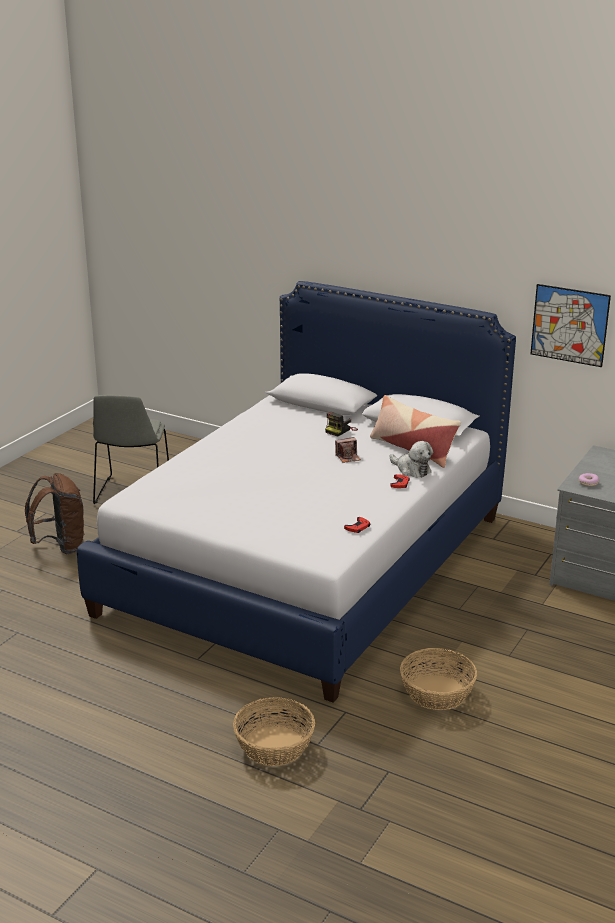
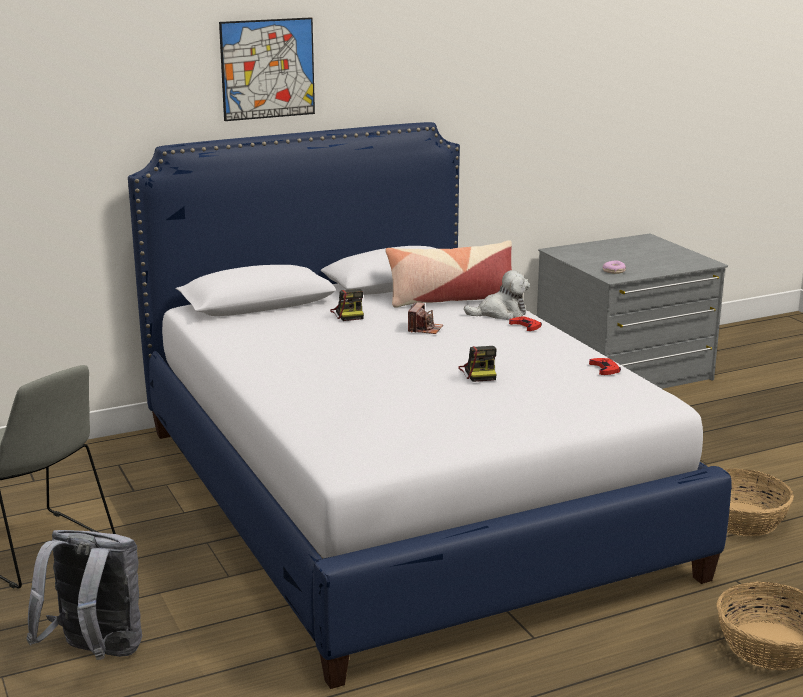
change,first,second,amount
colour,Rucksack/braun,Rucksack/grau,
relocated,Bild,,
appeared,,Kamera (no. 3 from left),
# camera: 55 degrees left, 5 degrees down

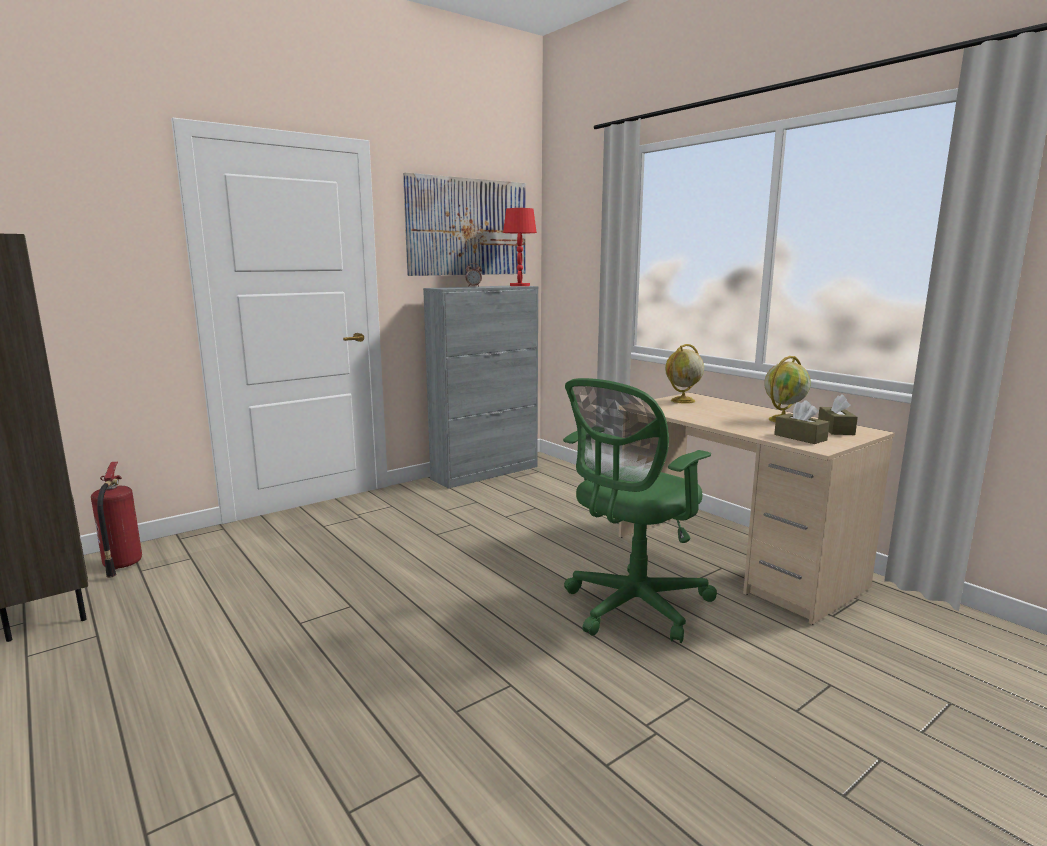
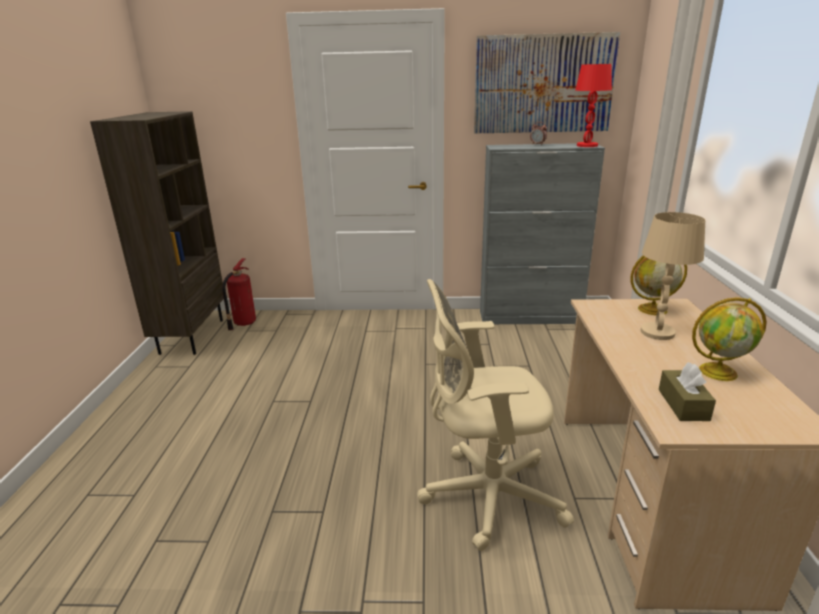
change,first,second,amount
colour,Bürostuhl/grün,Bürostuhl/beige,
appeared,,Tischlampe/beige,
missing,Taschentuchbox/braun (no. 2 from left),,
# camera: 40 degrees right, 10 degrees up

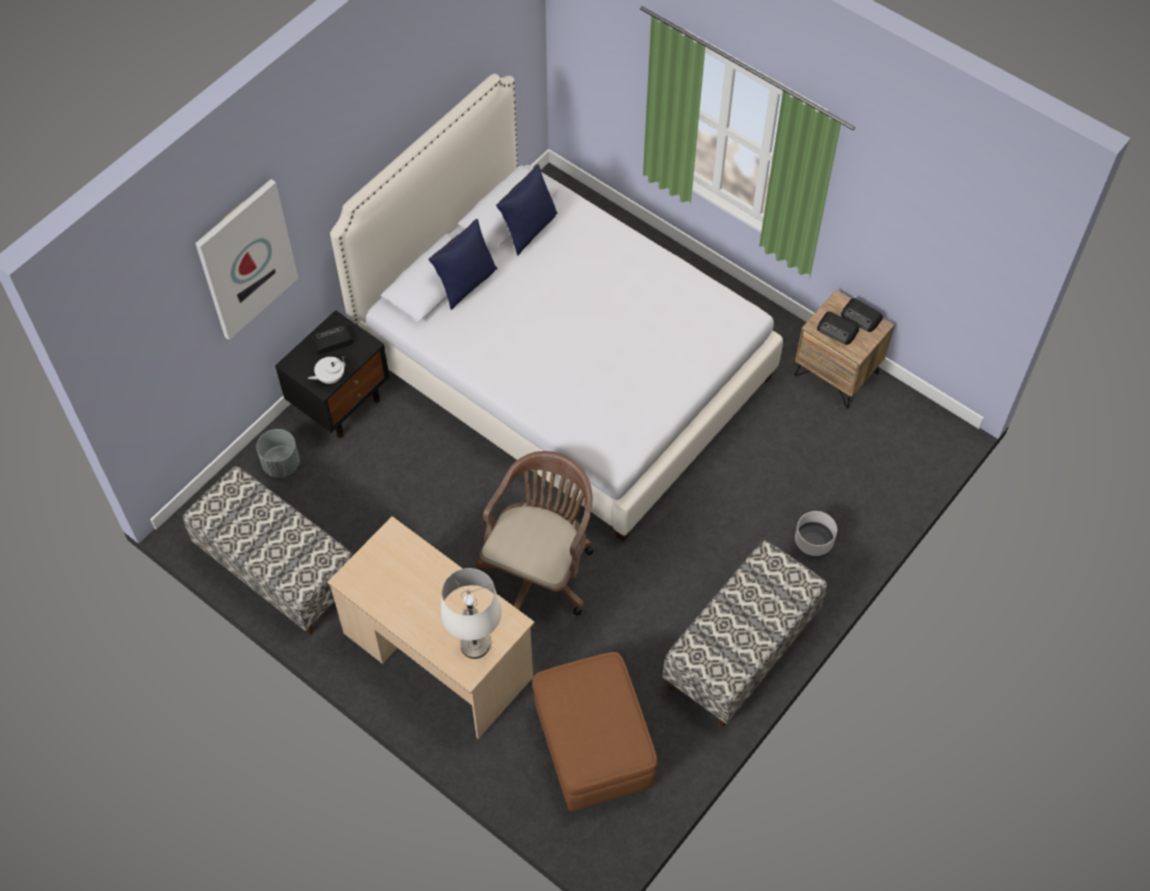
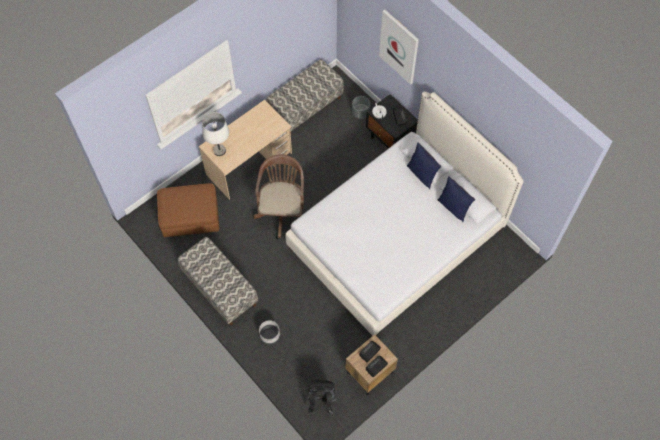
change,first,second,amount
spun,Bürostuhl/braun,,120 degrees counterclockwise
appeared,,Rucksack/schwarz,
# camera: 100 degrees right, 5 degrees up

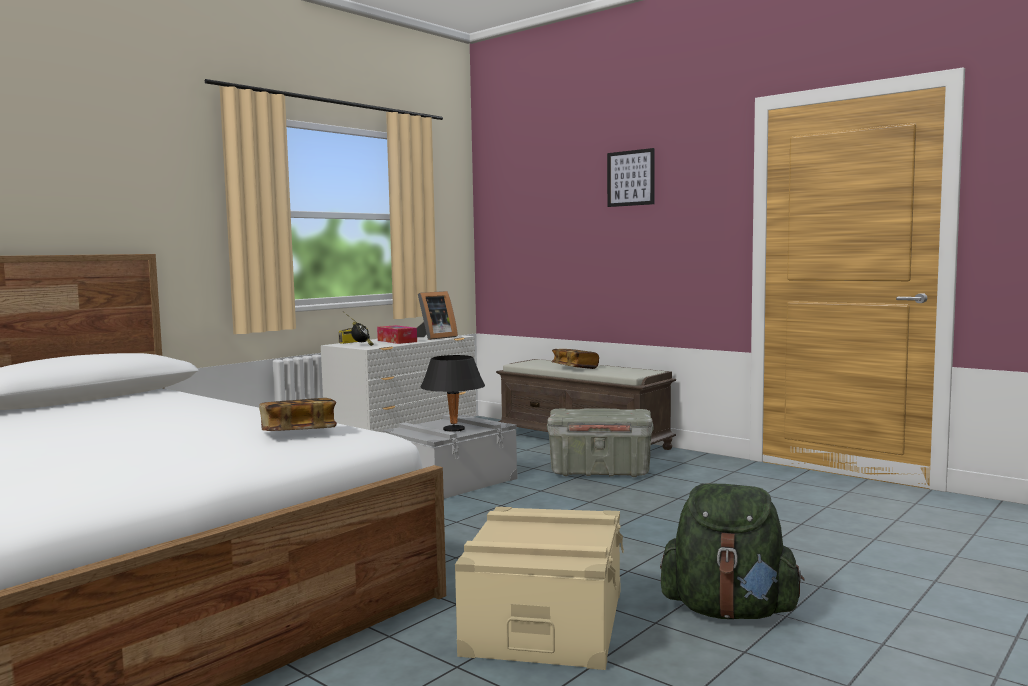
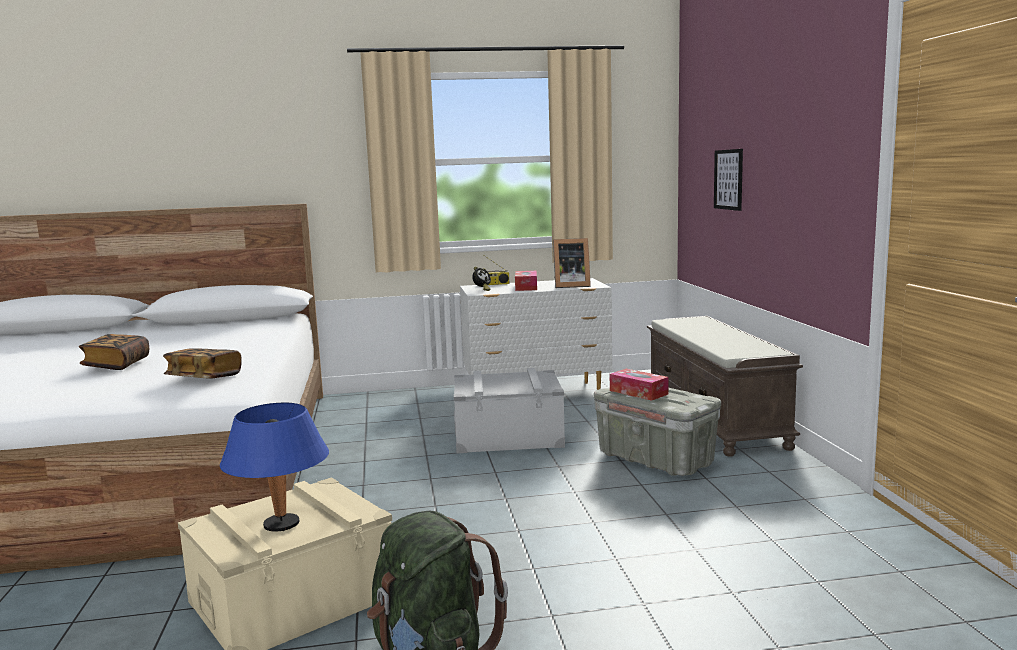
change,first,second,amount
relocated,Buch (no. 2 from left in the first image),Buch (no. 1 from left),
appeared,,Tischlampe/blau,
appeared,,Taschentuchbox (no. 2 from left),
relocated,Bild,,
missing,Tischlampe/schwarz,,
# camera: 40 degrees right, 5 degrees up

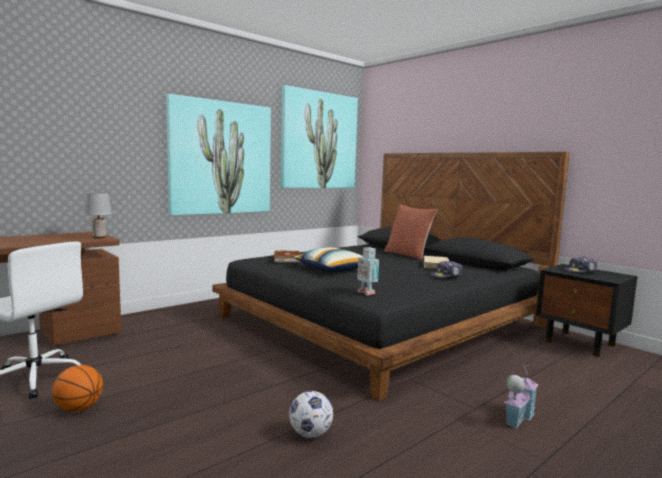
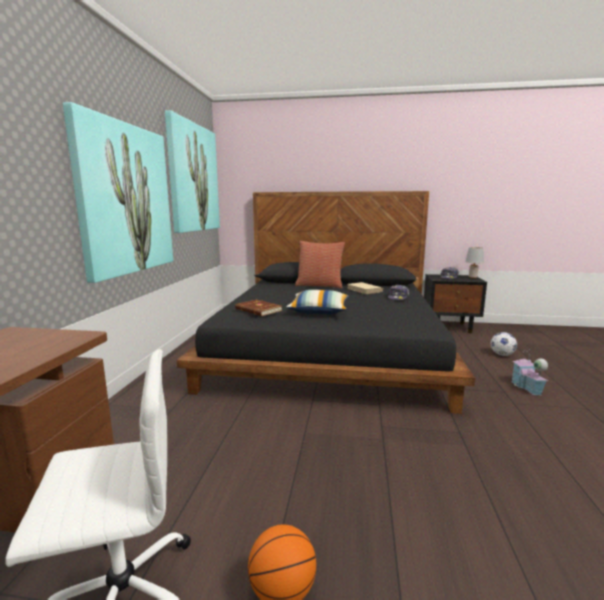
change,first,second,amount
relocated,Tischlampe/grau,,
relocated,Fußball,,
missing,Spielzeugroboter,,
# camera: 40 degrees left, 5 degrees up

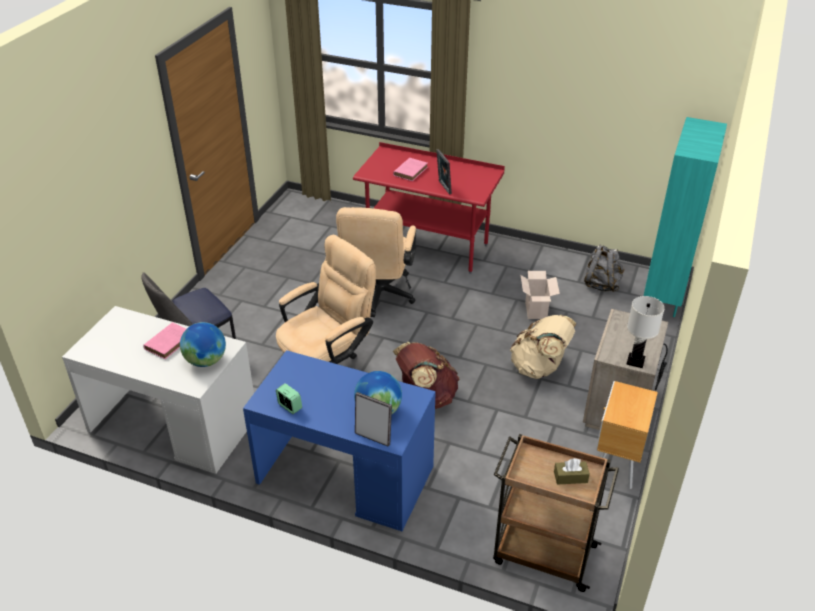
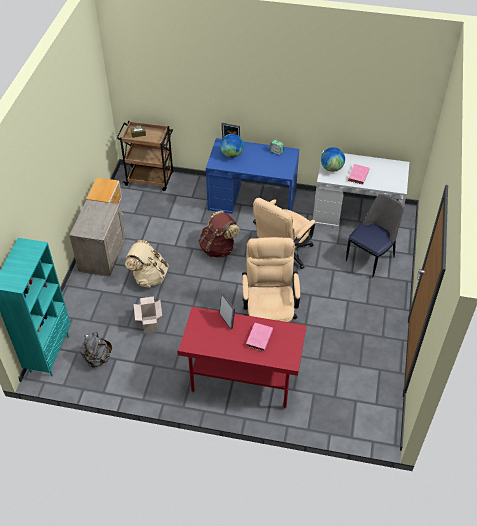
change,first,second,amount
missing,Tischlampe/weiß,,
# camera: 170 degrees right, 10 degrees up

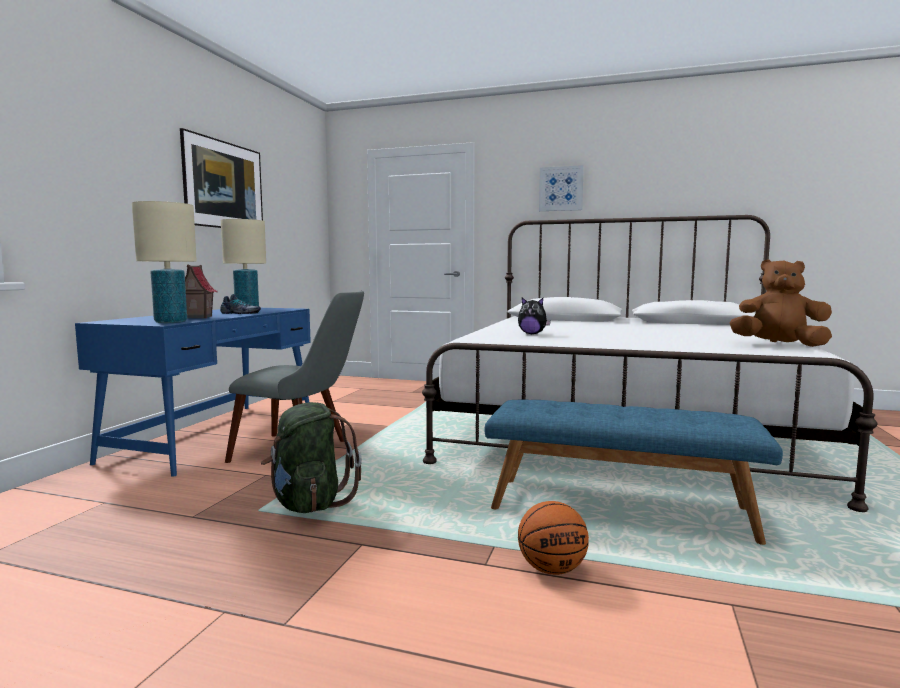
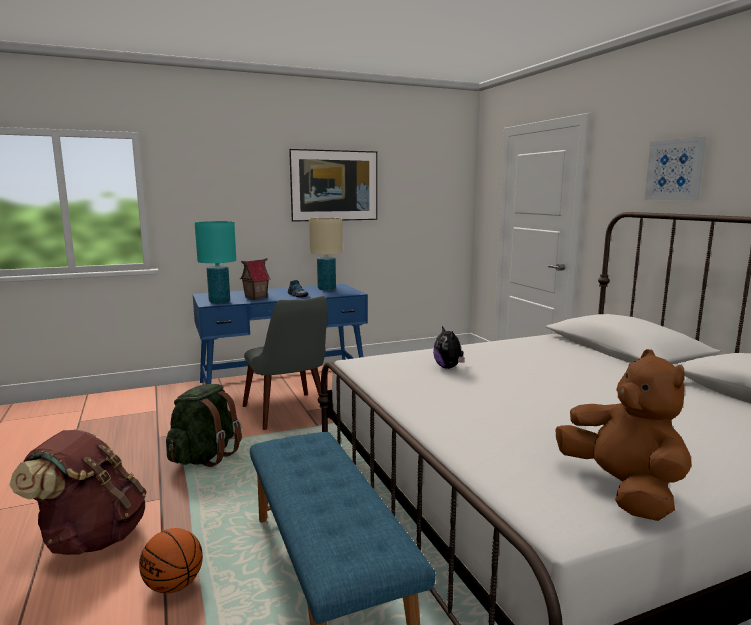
change,first,second,amount
appeared,,Rucksack/braun,
colour,Tischlampe/beige (no. 1 from left),Tischlampe/türkis,
# camera: 50 degrees right, 5 degrees up

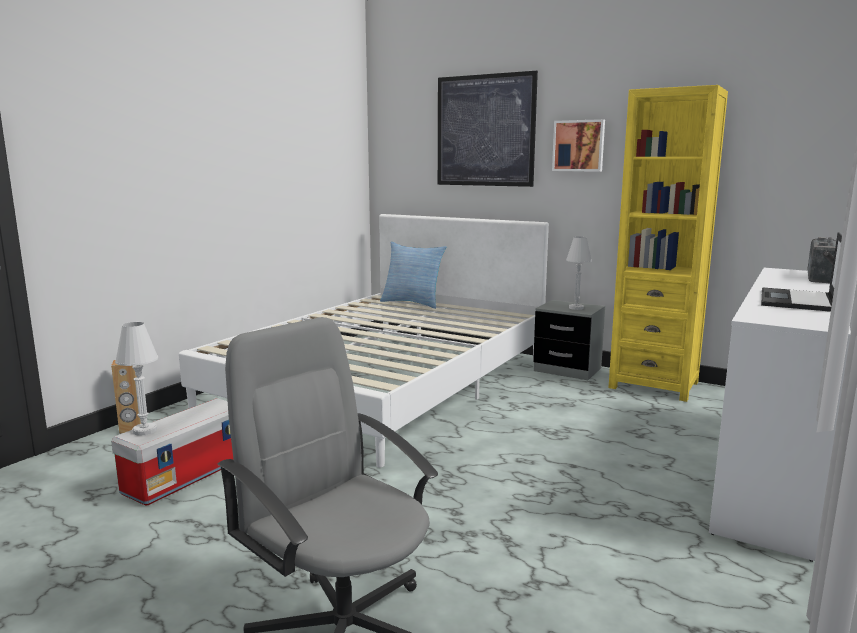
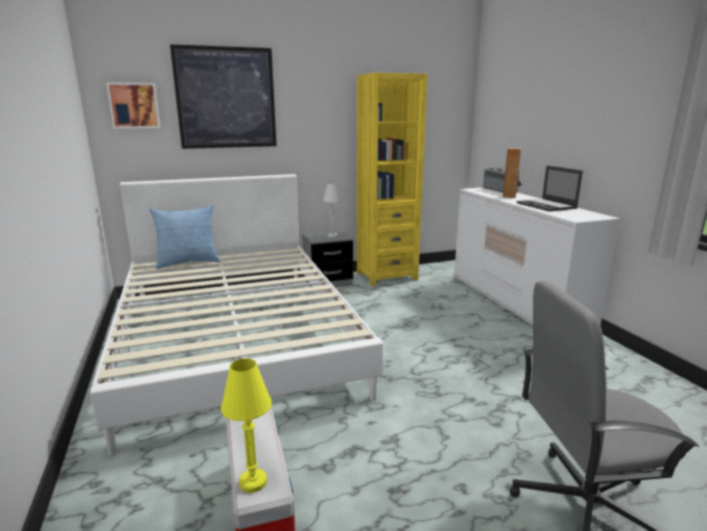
change,first,second,amount
relocated,Bild (no. 2 from left in the first image),Bild (no. 1 from left),
colour,Tischlampe/weiß (no. 1 from left),Tischlampe/gelb,
relocated,Lautsprecher/braun,,
# camera: 50 degrees left, 5 degrees up

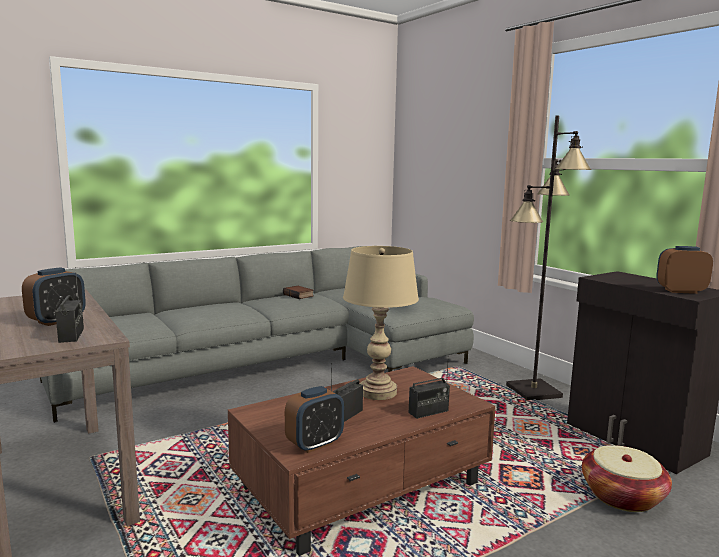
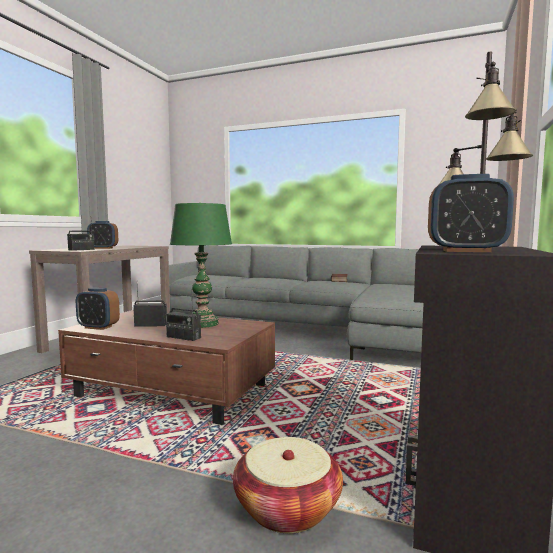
change,first,second,amount
colour,Tischlampe/beige,Tischlampe/grün,
spun,Wecker (no. 3 from left),,135 degrees clockwise
# camera: 55 degrees right, 5 degrees down

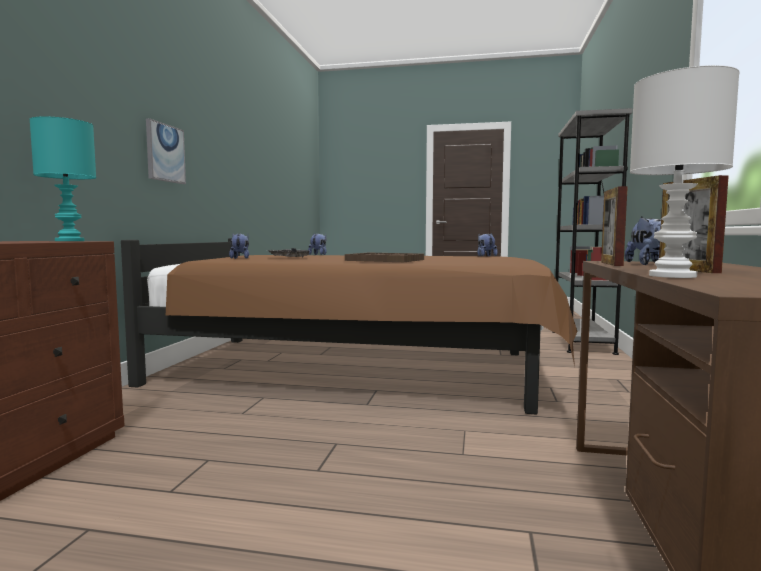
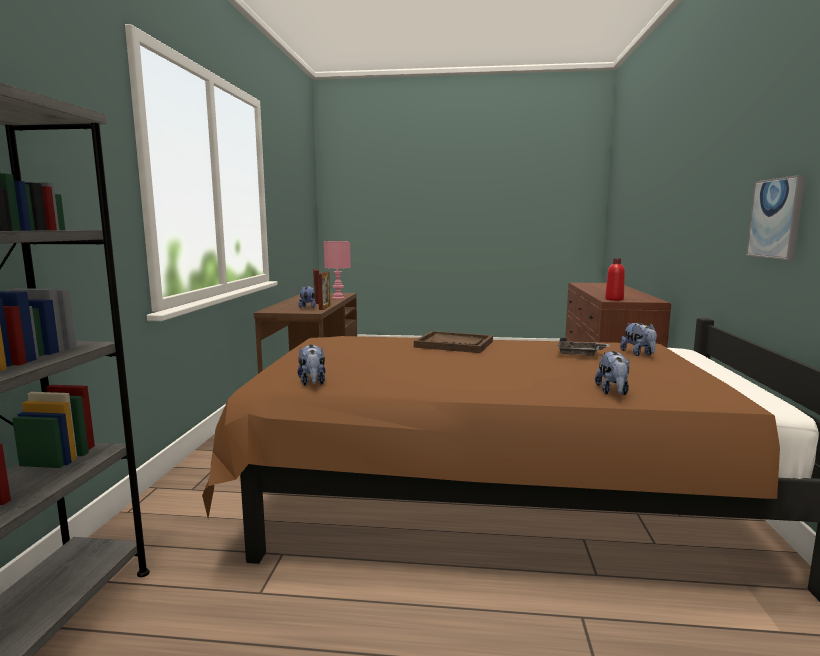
change,first,second,amount
colour,Tischlampe/weiß,Tischlampe/rosa,
exchanged,Tischlampe/türkis,Flasche/rot,
# camera: 175 degrees right, 5 degrees up

